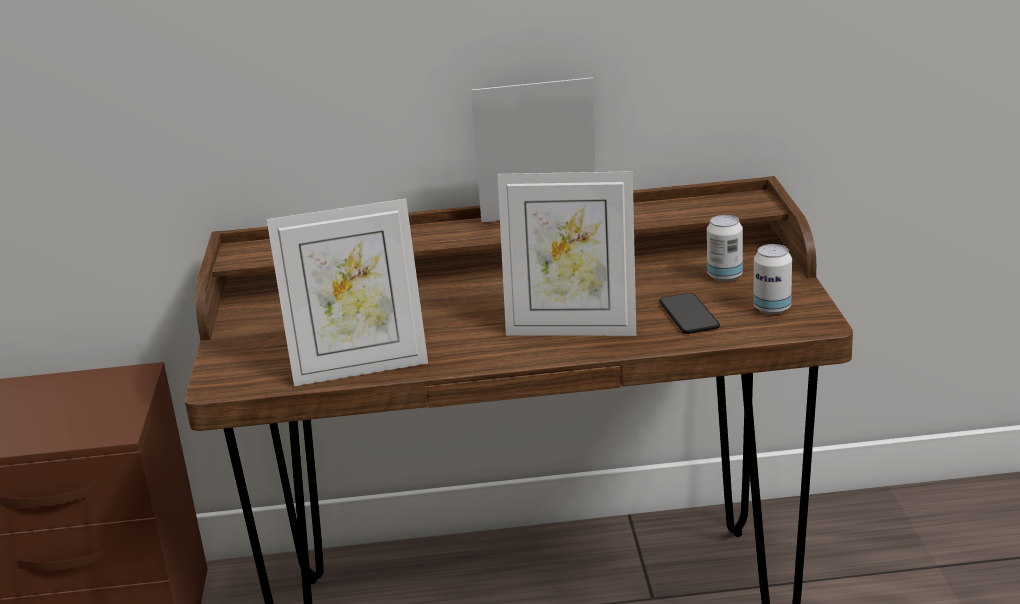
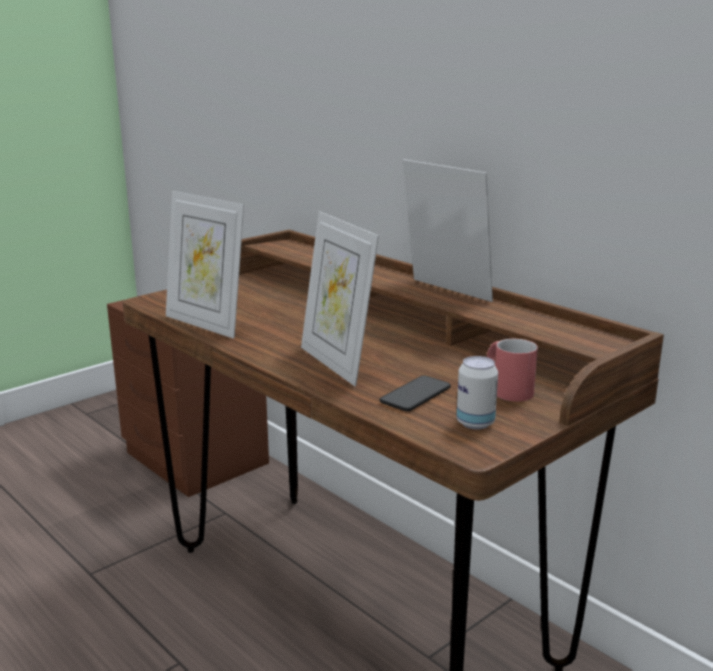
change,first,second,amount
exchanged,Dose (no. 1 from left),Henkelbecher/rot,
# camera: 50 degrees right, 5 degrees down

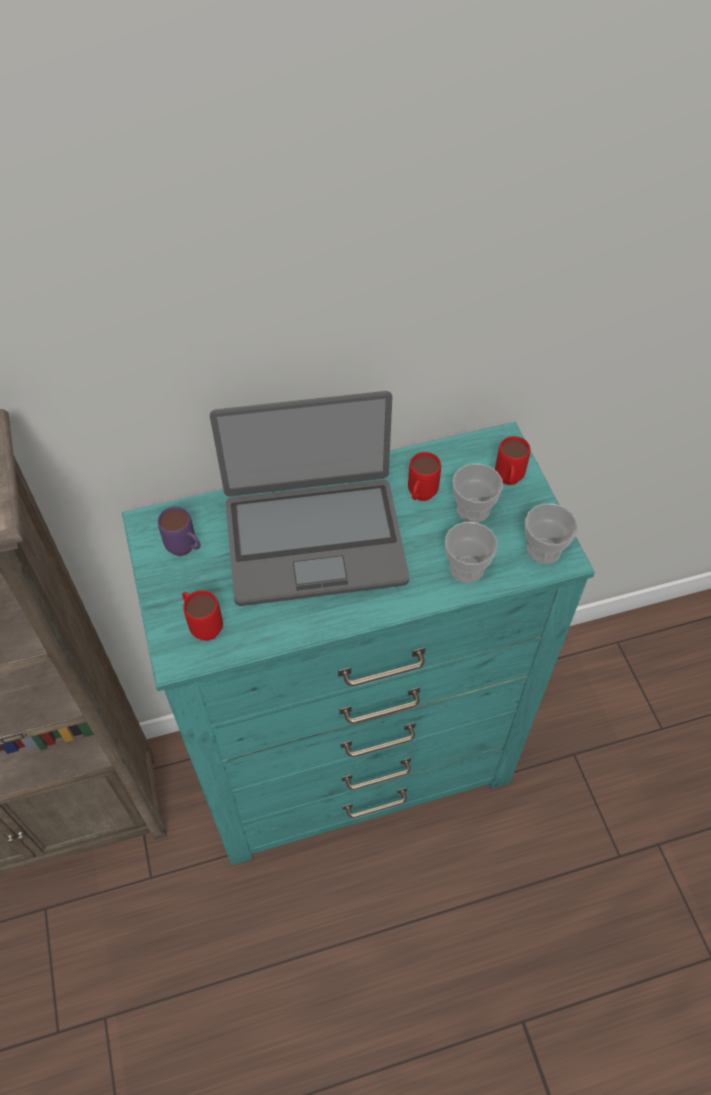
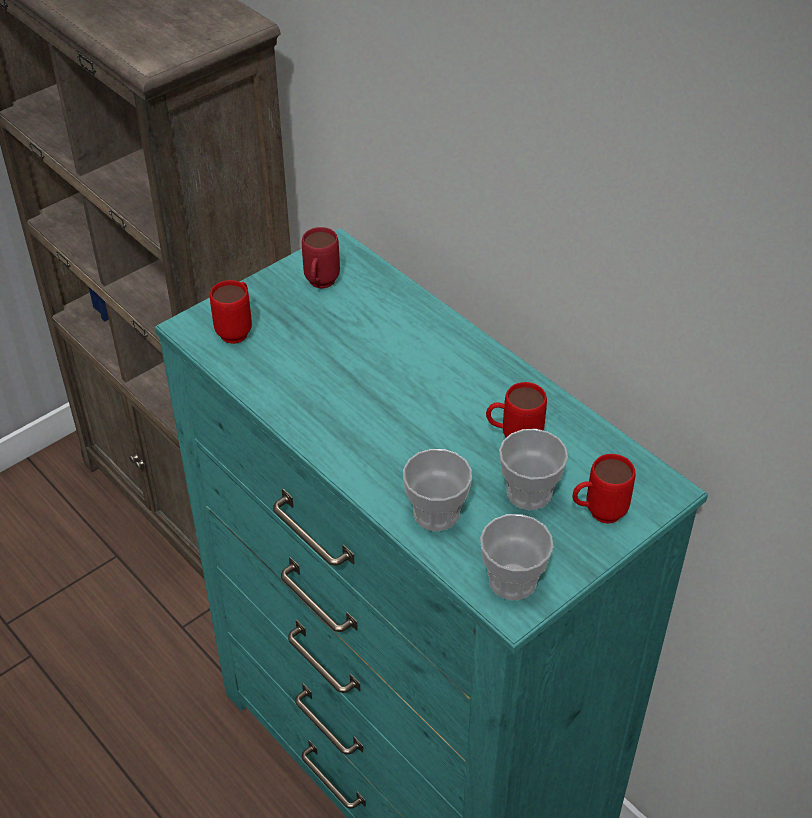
change,first,second,amount
colour,Henkelbecher/lila,Henkelbecher/rot (no. 2 from left),
missing,Laptop,,
# camera: 65 degrees right, 10 degrees down

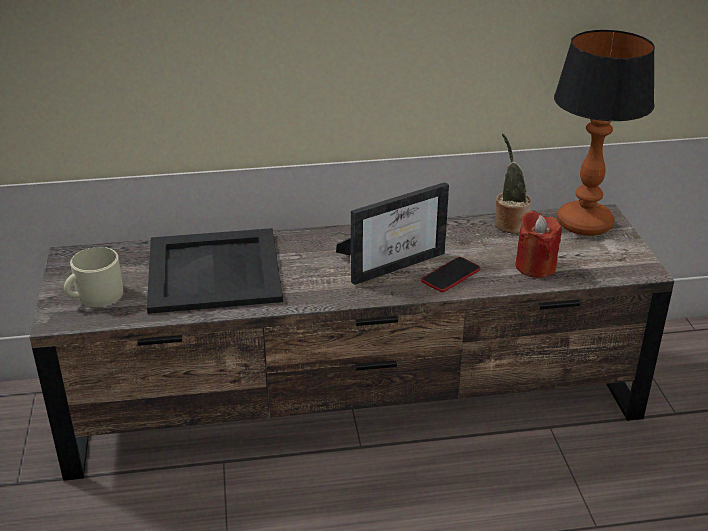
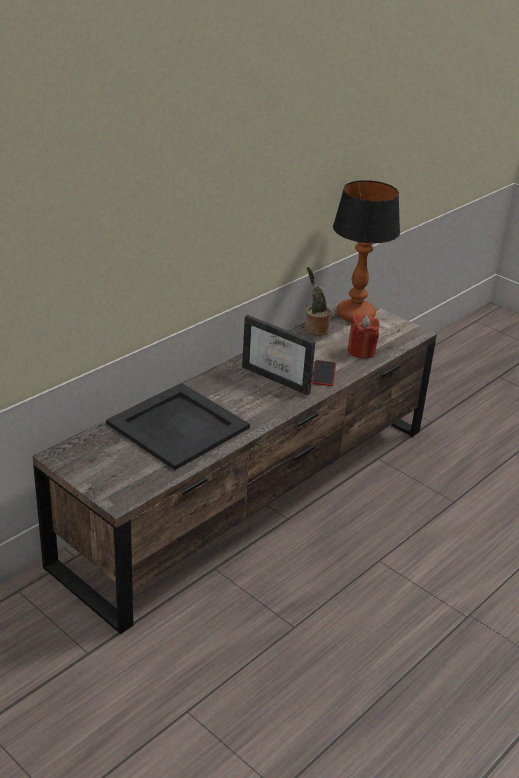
change,first,second,amount
spun,Bilderrahmen,,105 degrees clockwise
missing,Henkelbecher/beige,,
# camera: 40 degrees left, 0 degrees up

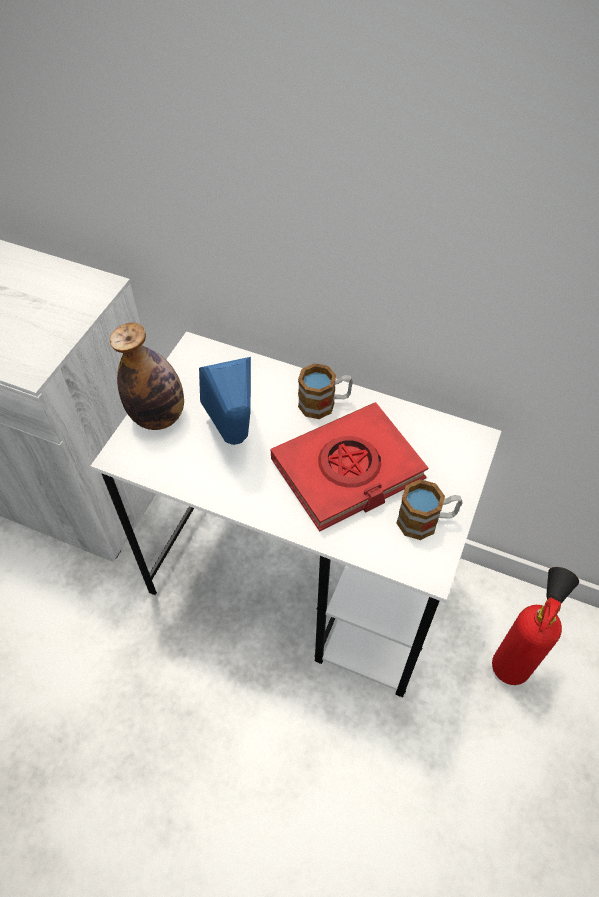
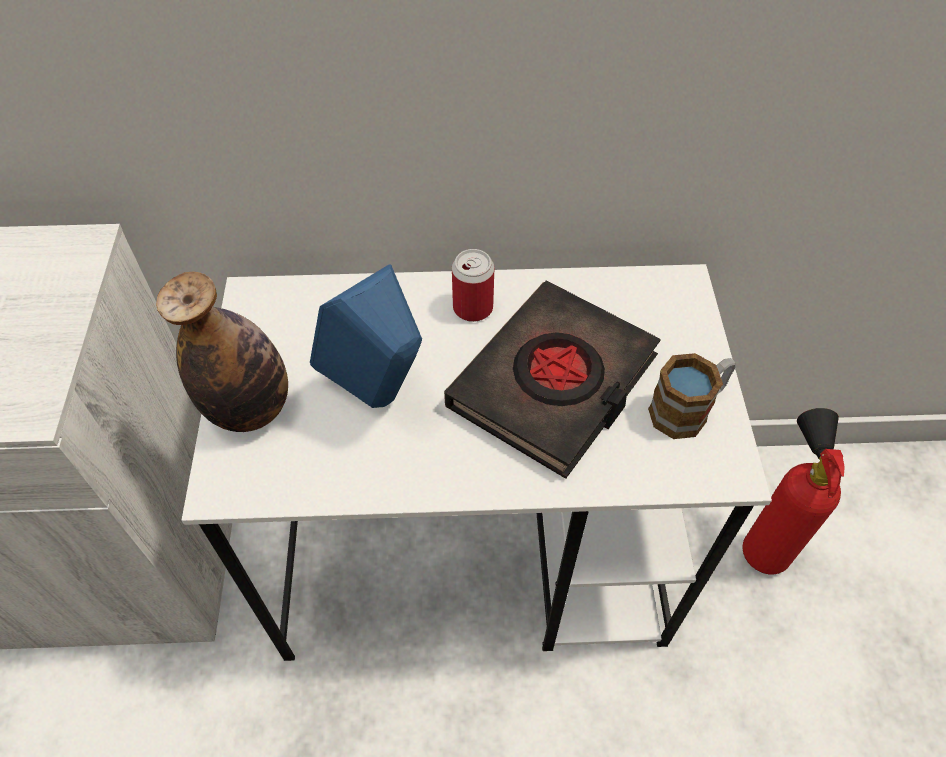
change,first,second,amount
colour,Buch/rot,Buch/schwarz,
exchanged,Henkelbecher (no. 1 from left),Dose,
# camera: 25 degrees left, 0 degrees up

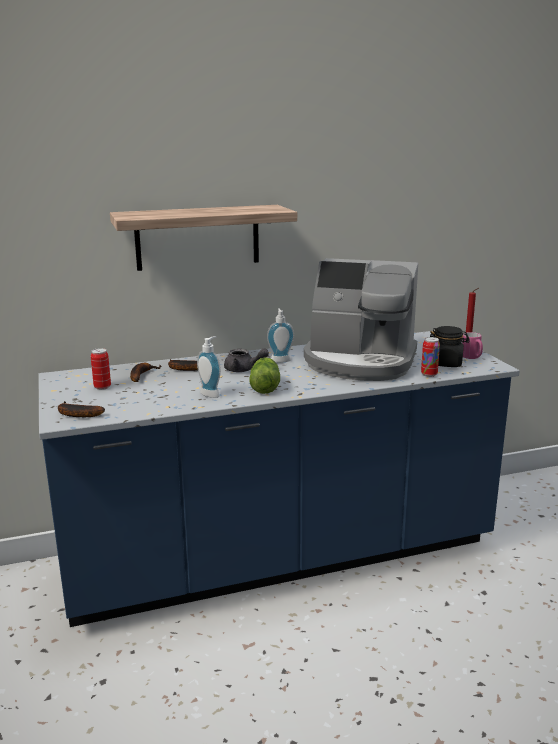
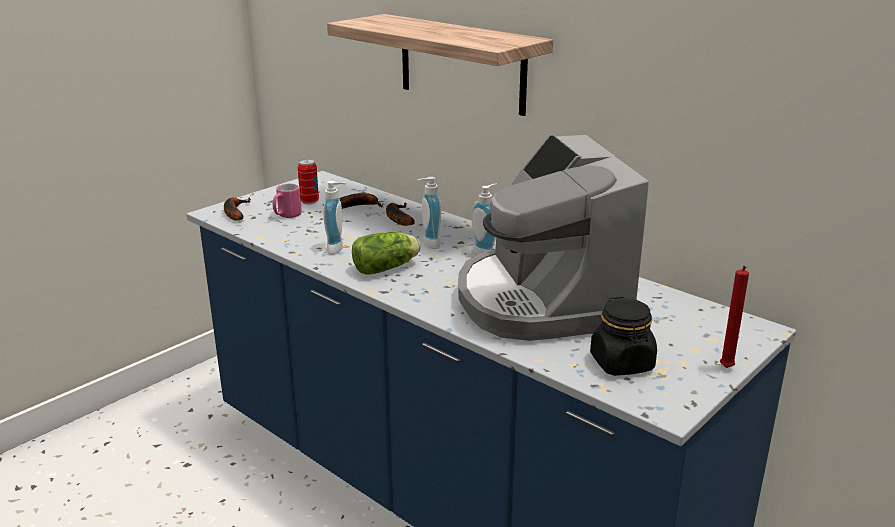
change,first,second,amount
relocated,Henkelbecher/rosa,,
exchanged,Teekanne/grau,Seifenspender (no. 2 from left),
missing,Dose (no. 2 from left),,
# camera: 60 degrees right, 5 degrees up

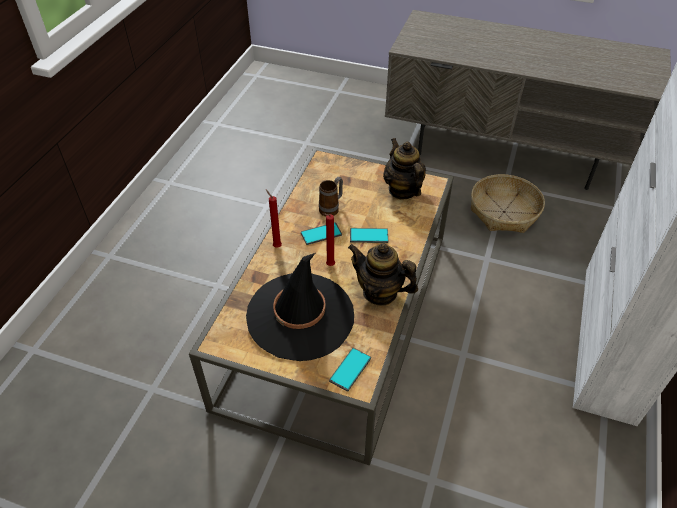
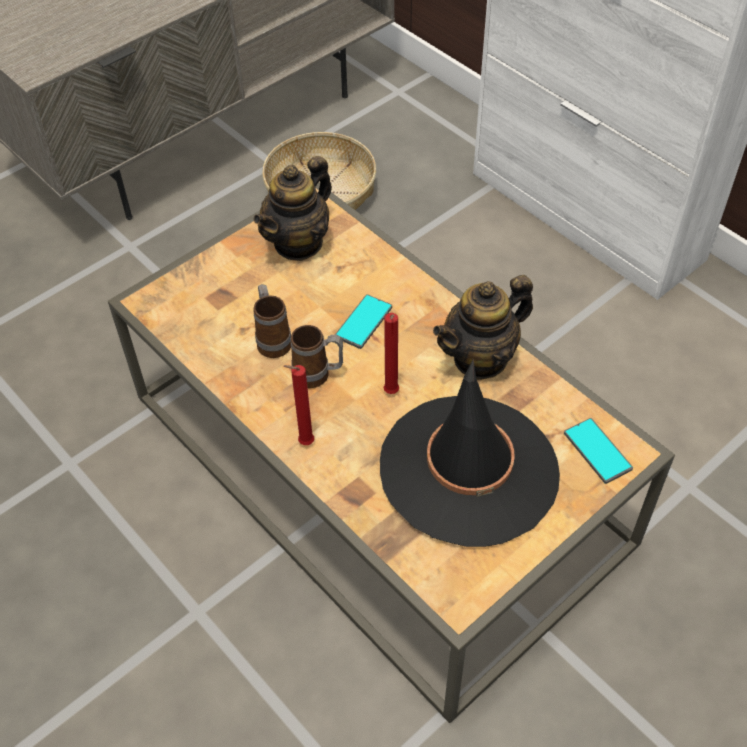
change,first,second,amount
spun,Teekanne (no. 2 from left in the first image),Teekanne (no. 1 from left),60 degrees counterclockwise
exchanged,Handy (no. 1 from left),Henkelbecher (no. 2 from left),
# camera: 60 degrees left, 5 degrees up

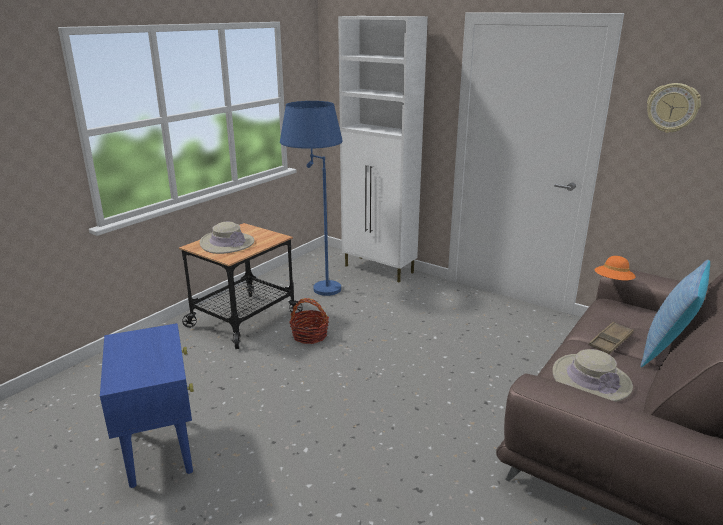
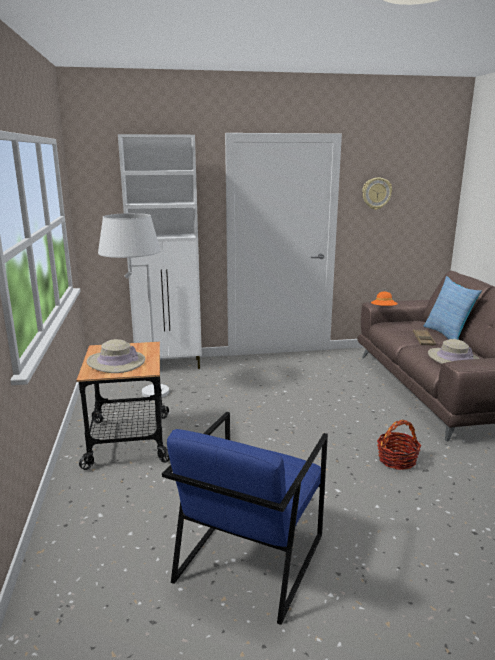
change,first,second,amount
colour,Stehlampe/blau,Stehlampe/weiß,
exchanged,Beistelltisch/blau,Sessel/blau,
relocated,Korb,,
# camera: 45 degrees left, 5 degrees down

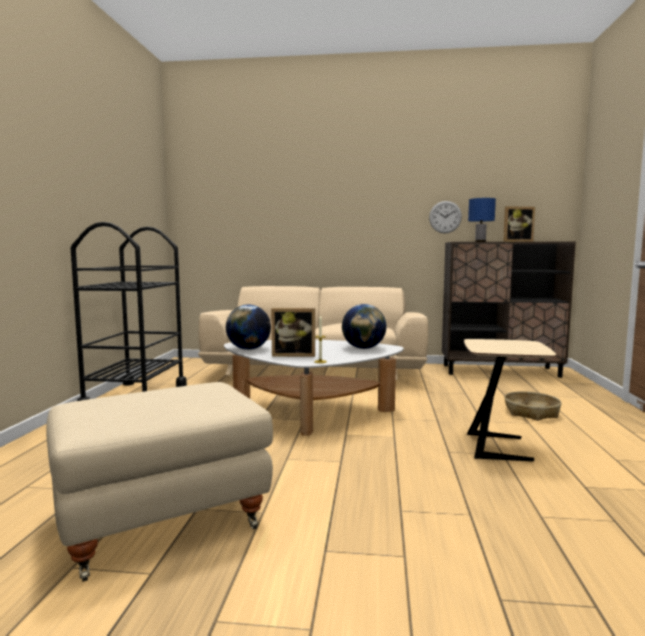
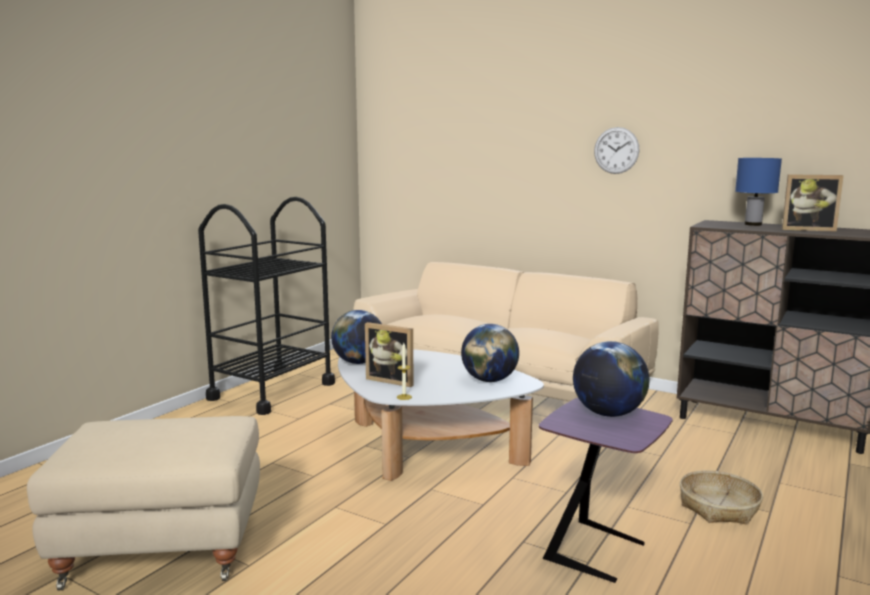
change,first,second,amount
colour,Beistelltisch/beige,Beistelltisch/lila,
appeared,,Globus (no. 3 from left),
relocated,Wanduhr,,
# camera: 25 degrees right, 5 degrees up

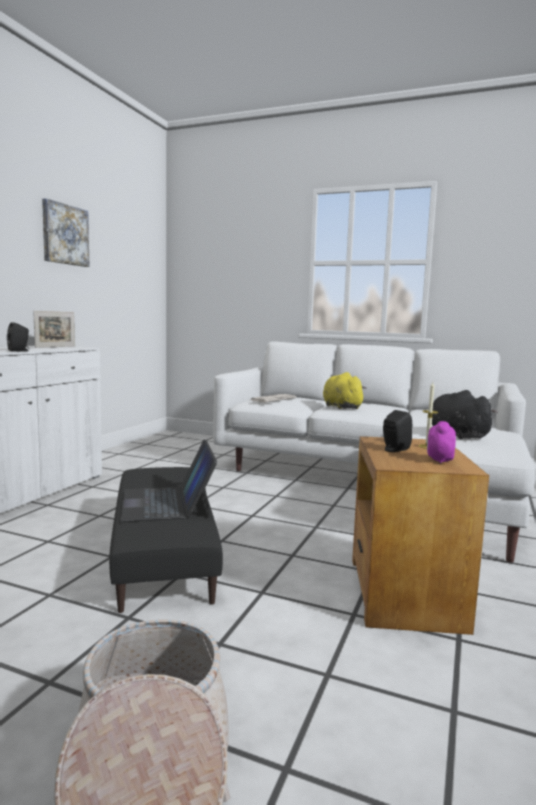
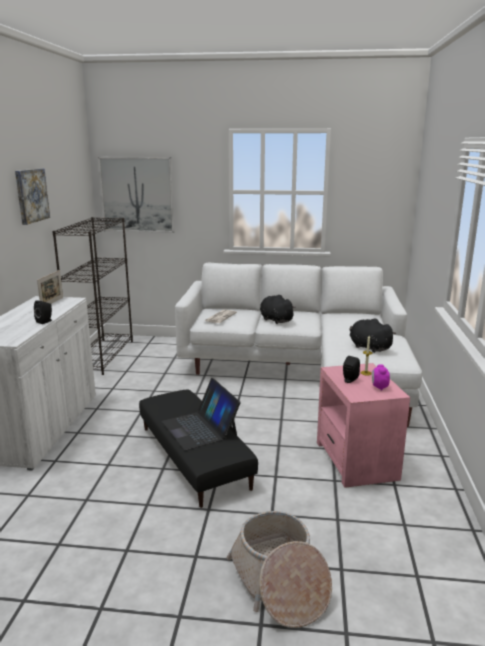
change,first,second,amount
appeared,,Bücherregal/schwarz,
appeared,,Bild (no. 2 from left),
colour,Plüschtier/gelb,Plüschtier/schwarz (no. 1 from left),
colour,Beistelltisch/braun,Beistelltisch/rosa,
# camera: 15 degrees left, 10 degrees up

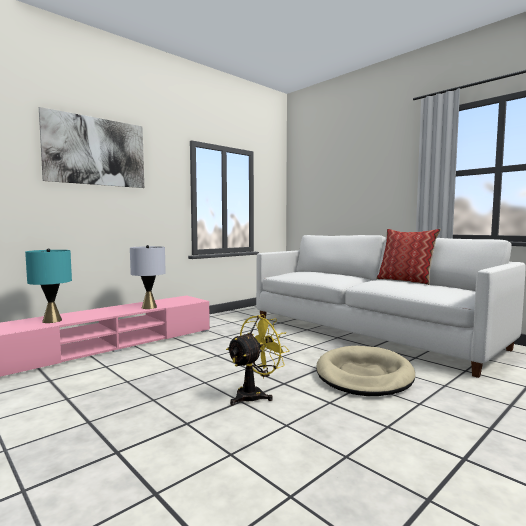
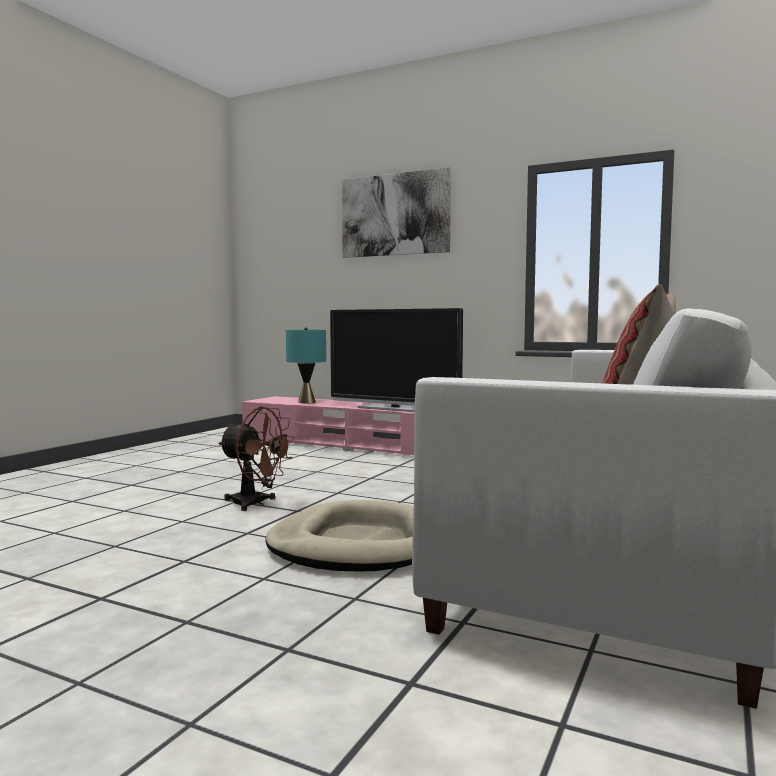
change,first,second,amount
colour,Ventilator/gelb,Ventilator/braun,
exchanged,Tischlampe/grau,Fernseher,
# camera: 70 degrees right, 0 degrees up

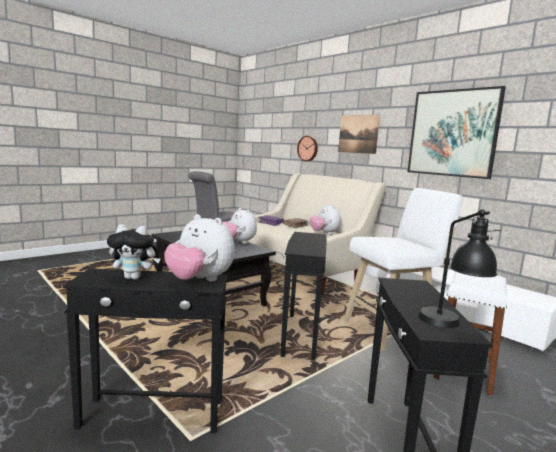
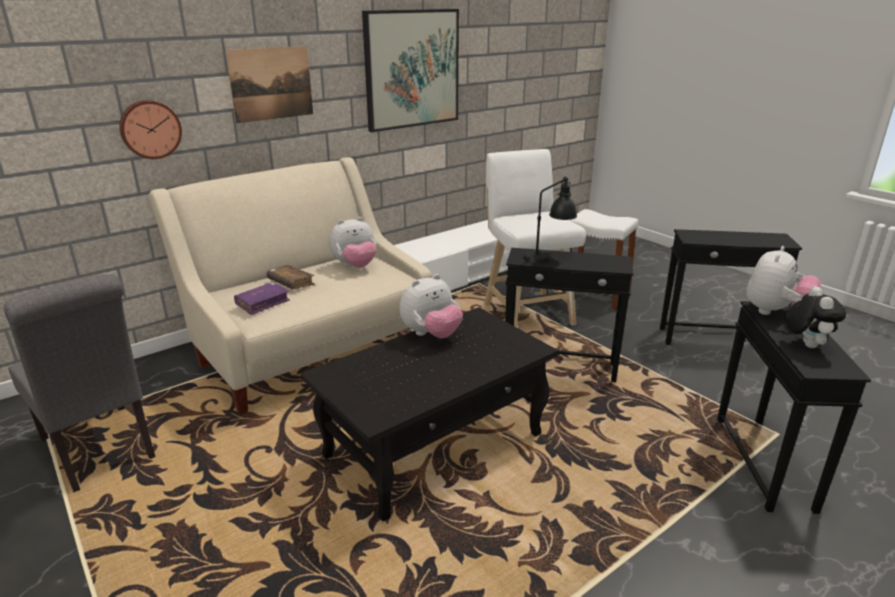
change,first,second,amount
relocated,Tischlampe/schwarz,,
# camera: 85 degrees left, 15 degrees up

